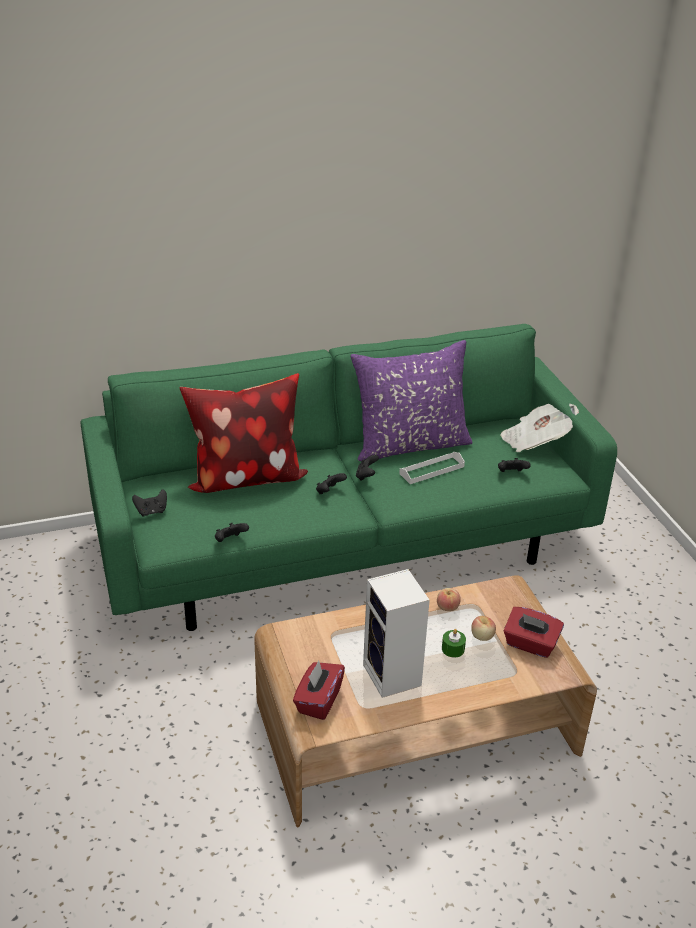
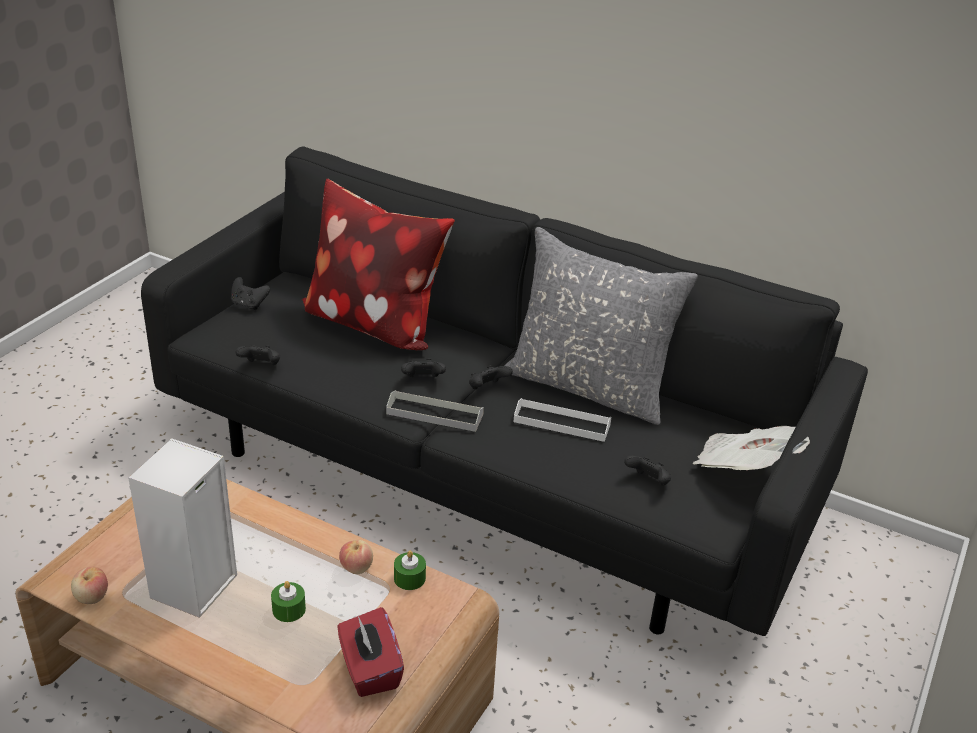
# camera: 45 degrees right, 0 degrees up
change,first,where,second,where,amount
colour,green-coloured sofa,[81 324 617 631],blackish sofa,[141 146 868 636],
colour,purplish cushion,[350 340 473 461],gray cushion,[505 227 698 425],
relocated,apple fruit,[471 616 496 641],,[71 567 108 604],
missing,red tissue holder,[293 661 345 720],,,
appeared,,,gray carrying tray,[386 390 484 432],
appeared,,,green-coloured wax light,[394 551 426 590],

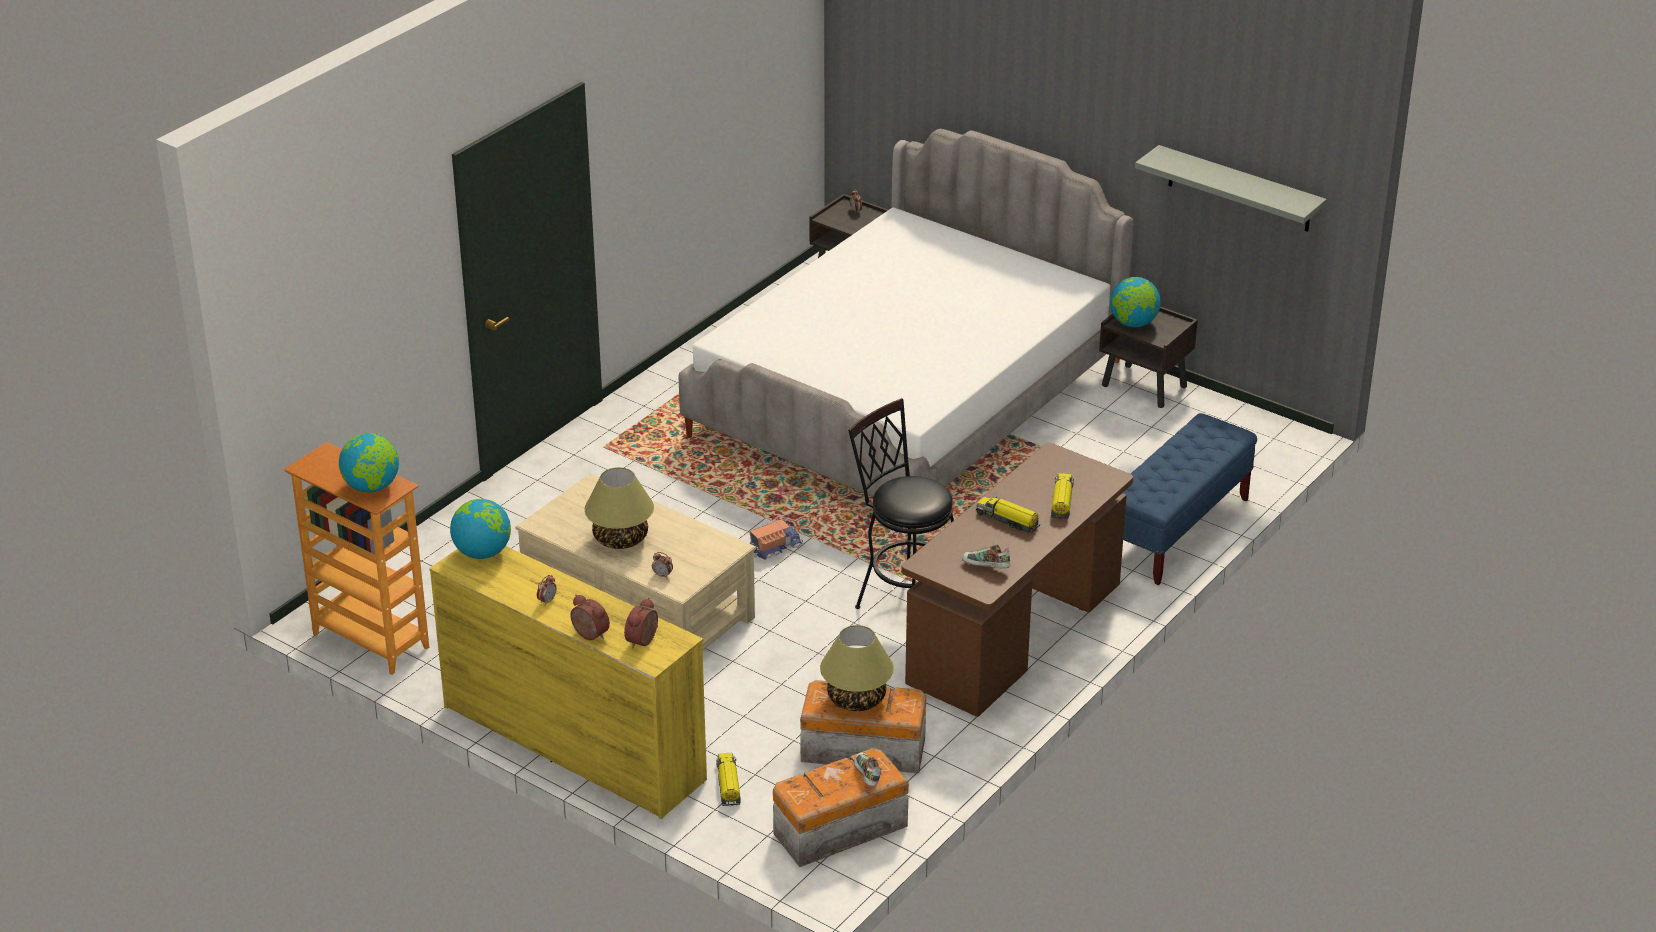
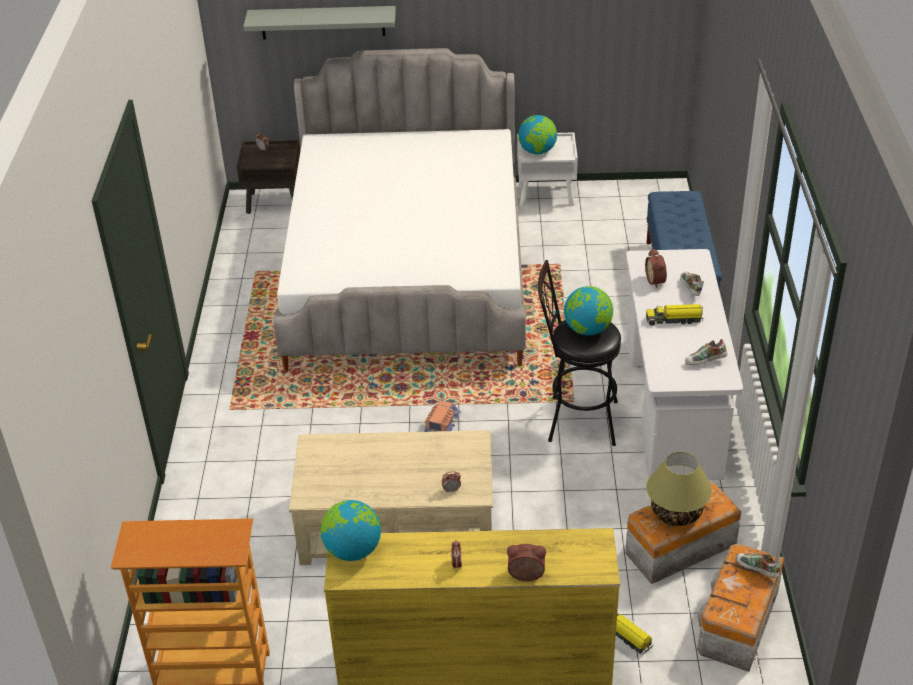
# camera: 35 degrees left, 5 degrees up
change,first,where,second,where,amount
relocated,gray shelf,[1135 145 1327 232],,[243 6 396 40],
colour,brown-coloured bedside table,[1099 306 1198 408],white bedside table,[517 132 578 207],
relocated,world globe,[339 433 399 493],,[564 286 613 335],
colour,brown-coloured desk,[901 443 1133 717],white desk,[626 249 743 480],
missing,lamp for a table,[584 467 654 549],,,
exchanged,model truck,[1051 473 1074 519],low shoe,[680 272 704 296],
relocated,table clock,[624 598 658 649],,[645 248 667 288],

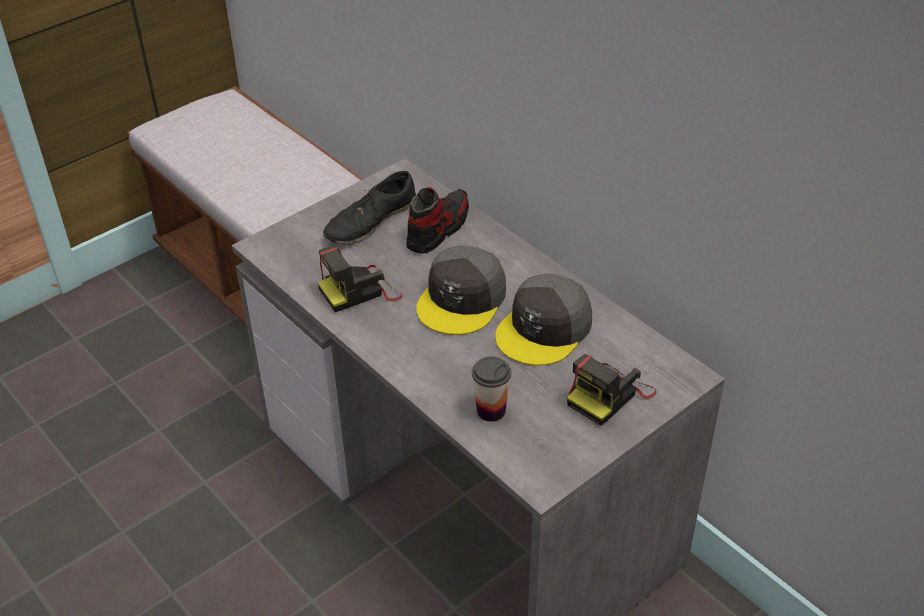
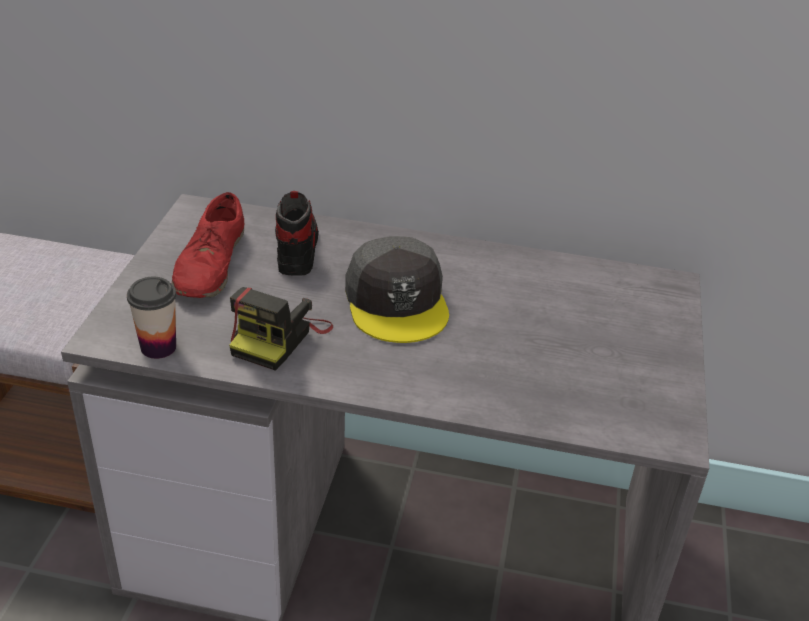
# camera: 40 degrees left, 5 degrees down
change,first,where,second,where,amount
colour,blackish low shoe,[323 171 416 245],red low shoe,[172 192 244 298],
missing,gray baseball cap,[495 273 592 366],,,
missing,photo camera,[567 354 657 426],,,
relocated,cup,[472 356 511 422],,[127 277 176 359],

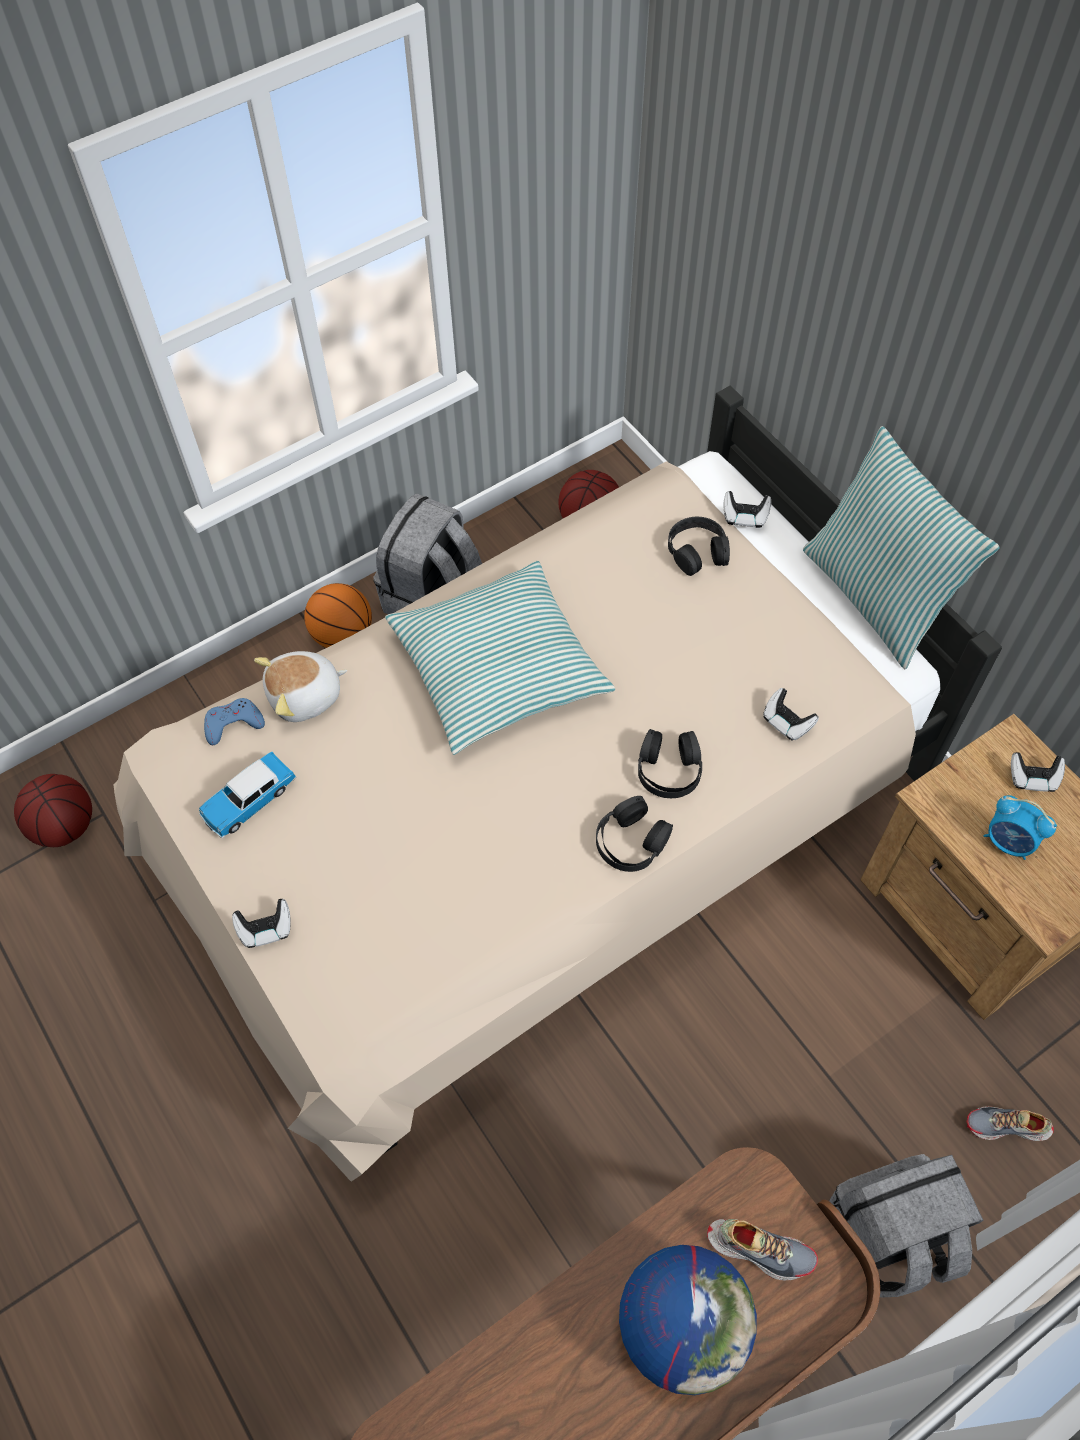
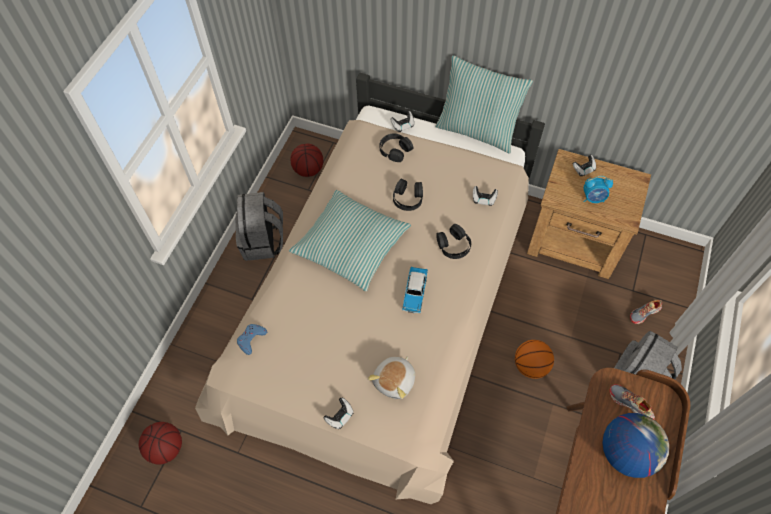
# camera: 35 degrees left, 0 degrees up
change,first,where,second,where,amount
relocated,ball for basketball,[304 583 372 648],,[515 340 554 379],
relocated,cuddly toy,[254 651 348 722],,[368 356 415 399],
relocated,toy car,[199 752 296 838],,[402 266 428 313],
relocated,blackish headset,[596 796 673 872],,[393 178 423 211],
spun,low shoe,[707 1219 818 1280],,[609 384 655 419],120 degrees counterclockwise

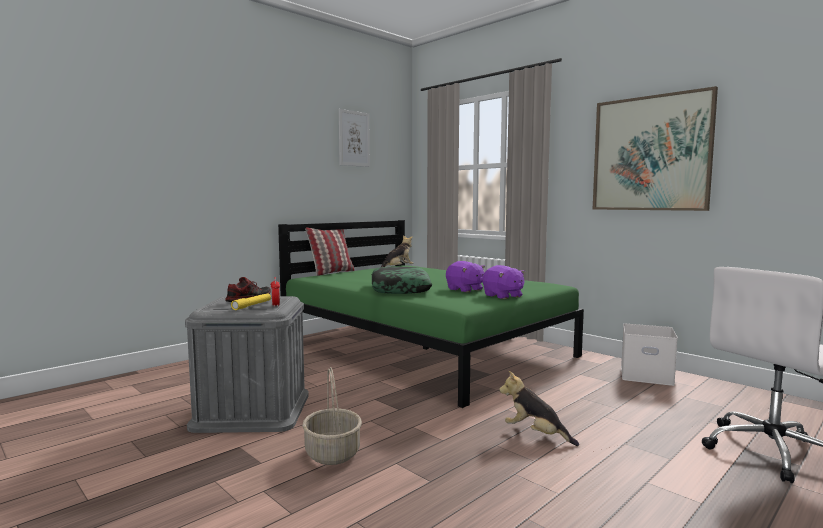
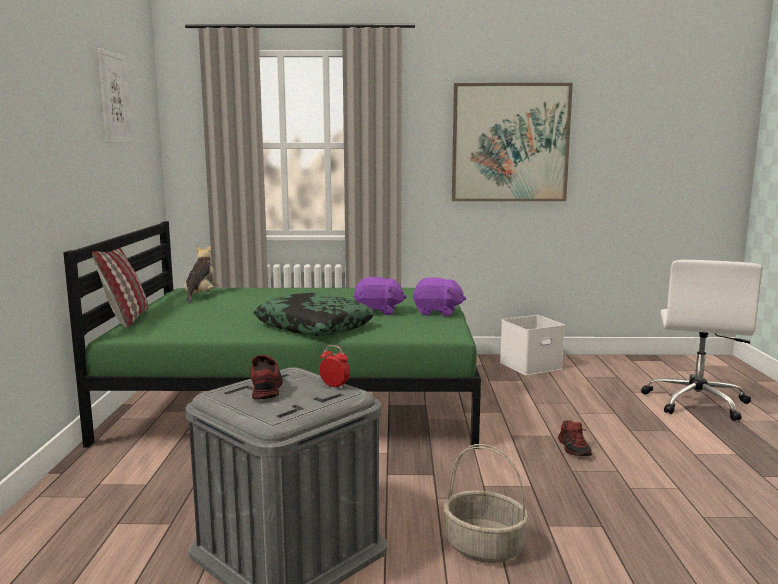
# camera: 45 degrees left, 5 degrees up
change,first,where,second,where,amount
missing,yellow torch,[231 294 271 310],,,
exchanged,cuddly toy,[499 371 579 446],low shoe,[558 420 592 456],

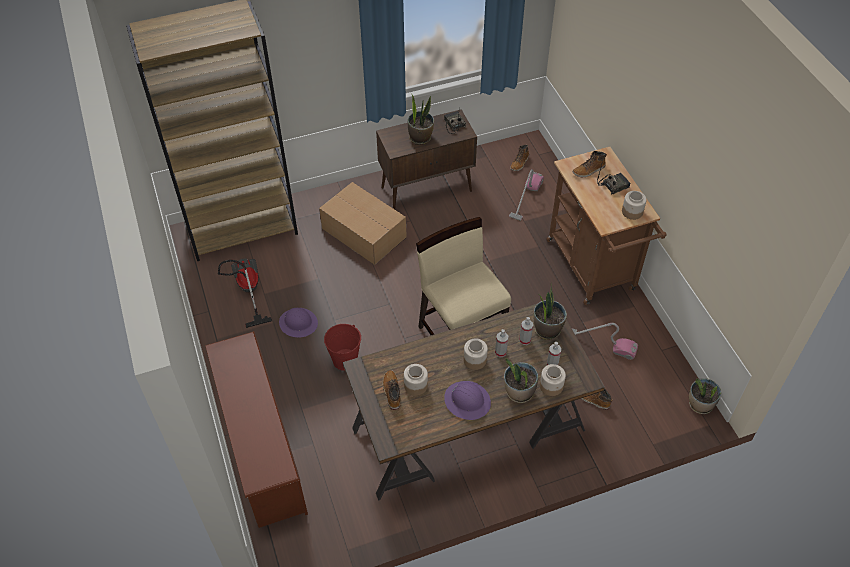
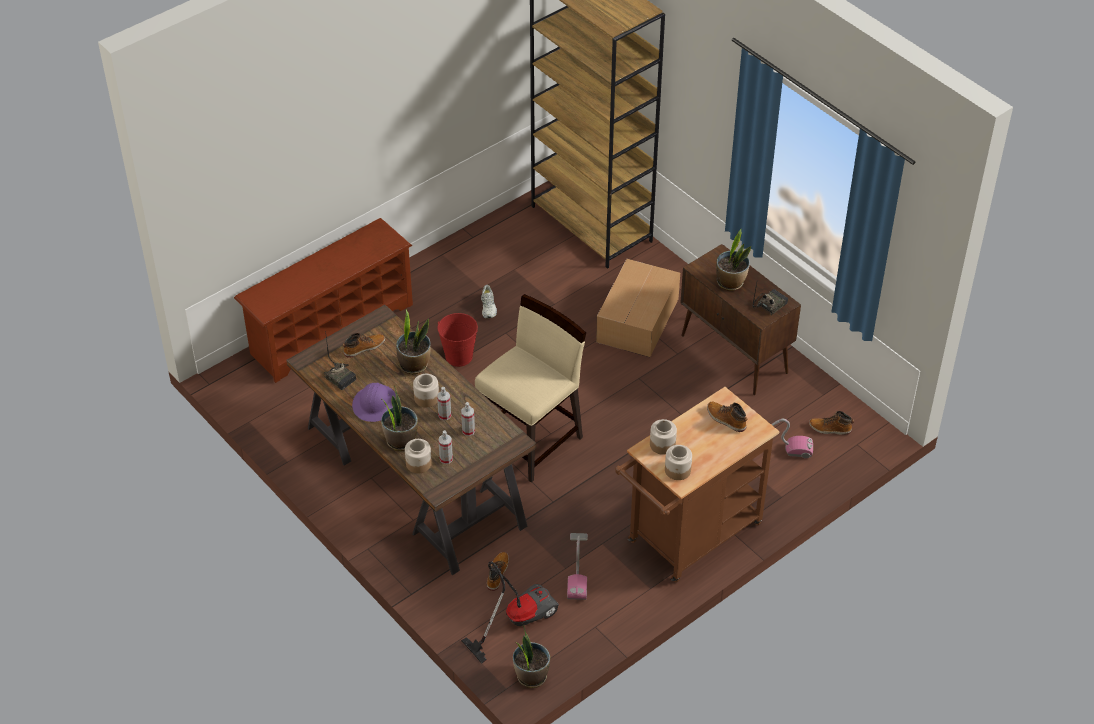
# camera: 70 degrees right, 5 degrees down
change,first,where,second,where,amount
relocated,radio set,[597 161 630 195],,[324 331 356 390],
relocated,vacuum cleaner,[218 258 272 328],,[461 562 559 664],
relocated,plant in a pot,[533 284 567 340],,[396 310 431 374],
exchanged,purplish work helmet,[279 308 318 337],white low shoe,[481 285 497 318],
relocated,storage jar,[404 364 428 396],,[650 419 677 455],

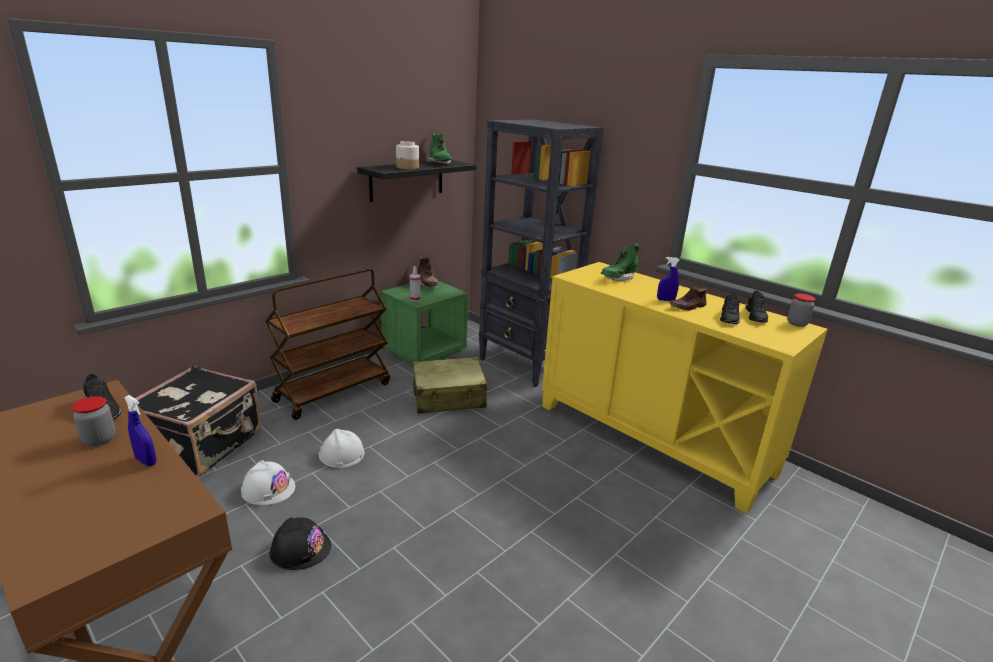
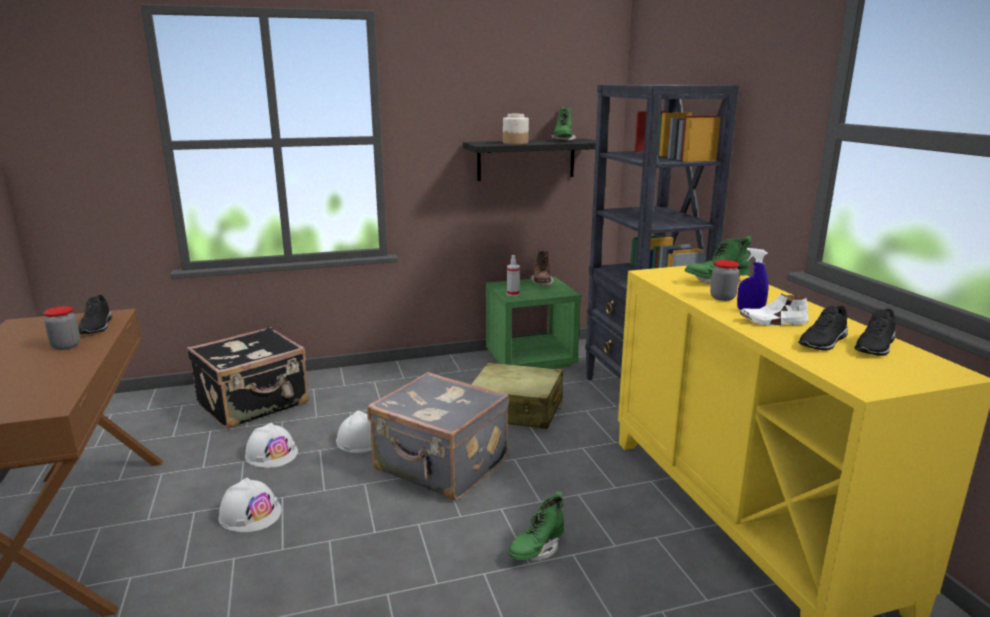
# camera: 30 degrees right, 5 degrees down
change,first,where,second,where,amount
missing,brown-coloured cart,[265 269 390 420],,,
colour,brown-coloured low shoe,[669 287 707 310],white low shoe,[739 294 809 326],
relocated,storage jar,[787 294 815 327],,[710 260 739 301],
missing,blue-coloured hand sprayer,[124 395 157 466],,,
colour,blackish work helmet,[269 517 331 570],white work helmet,[219 478 282 532],
appeared,,,gray piece of luggage,[367 372 509 500],
appeared,,,green-coloured boot,[508 491 565 561],

